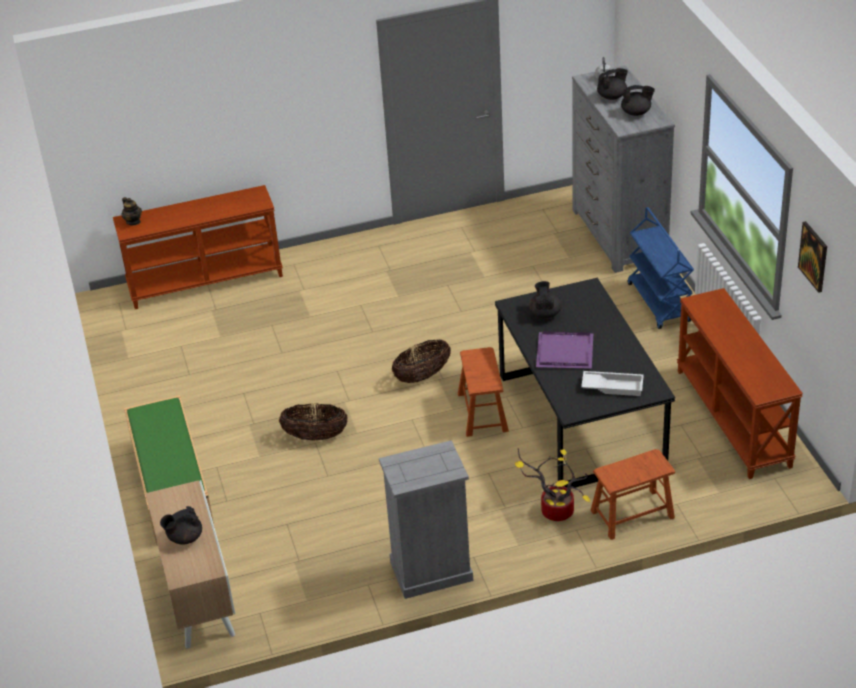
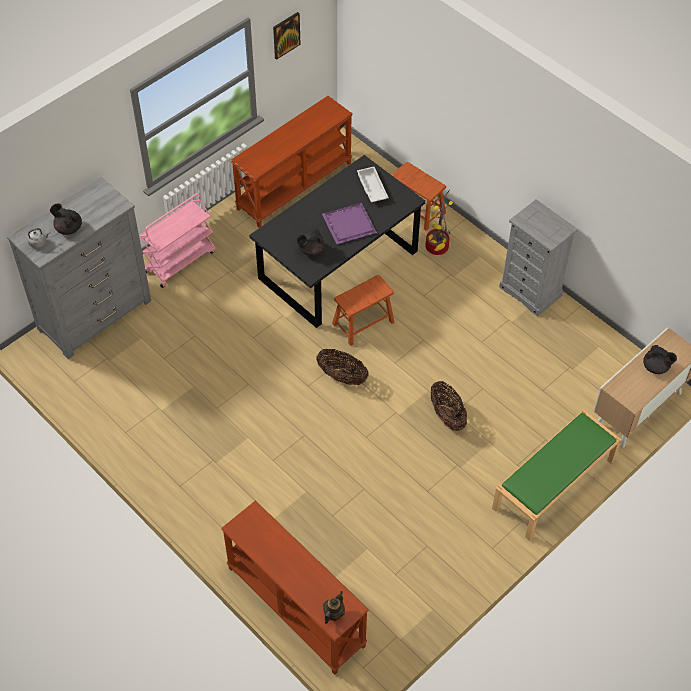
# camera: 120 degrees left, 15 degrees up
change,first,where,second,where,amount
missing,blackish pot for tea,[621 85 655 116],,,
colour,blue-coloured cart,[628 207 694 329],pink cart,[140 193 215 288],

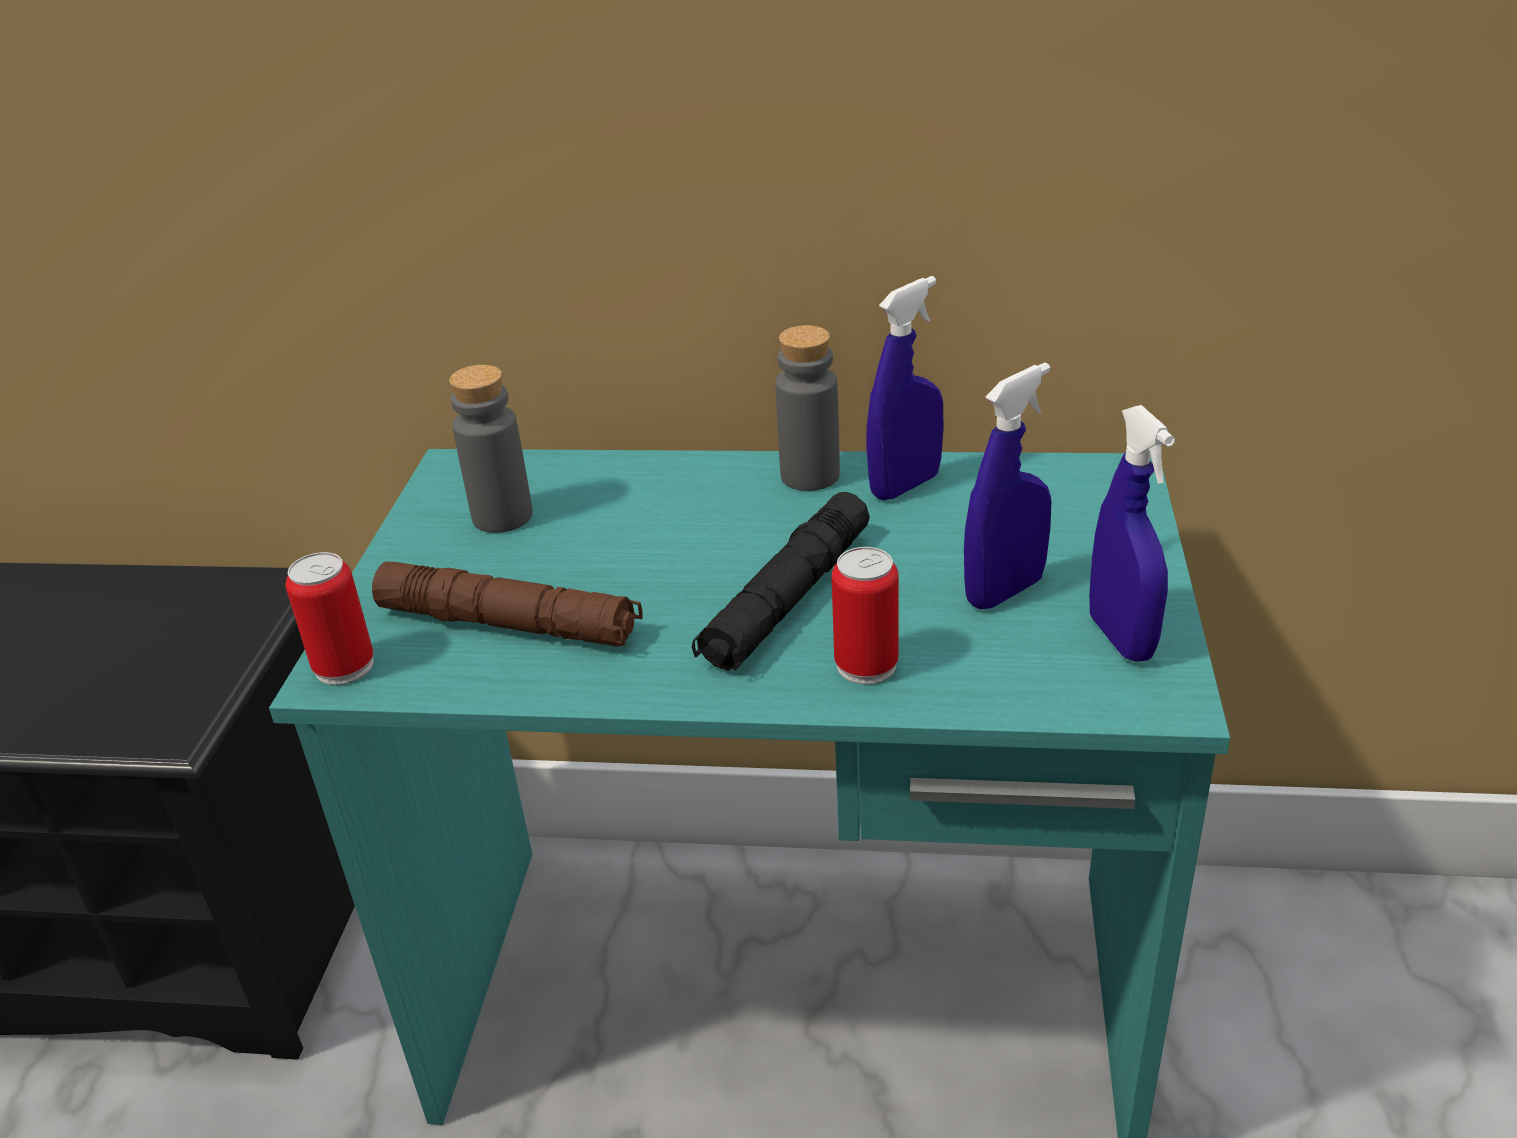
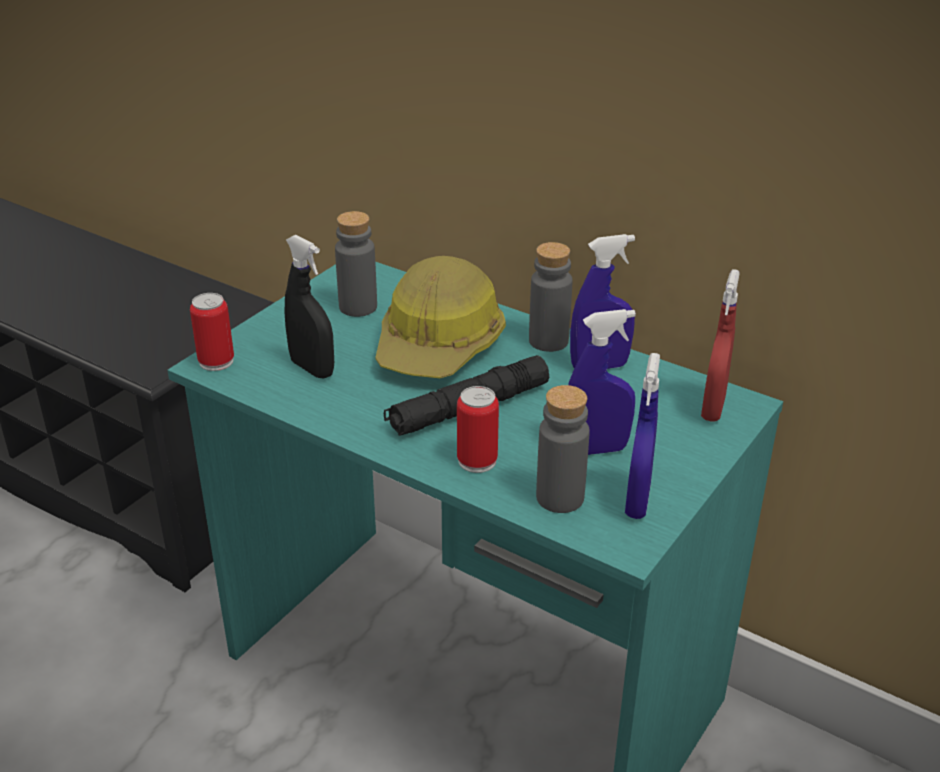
# camera: 25 degrees right, 0 degrees up
change,first,where,second,where,amount
exchanged,brown-coloured torch,[372 562 643 647],blackish hand sprayer,[284 235 334 379],
appeared,,,work helmet,[375 256 506 378],
appeared,,,red hand sprayer,[701 269 740 422],
appeared,,,gray drink bottle,[536 385 590 513],

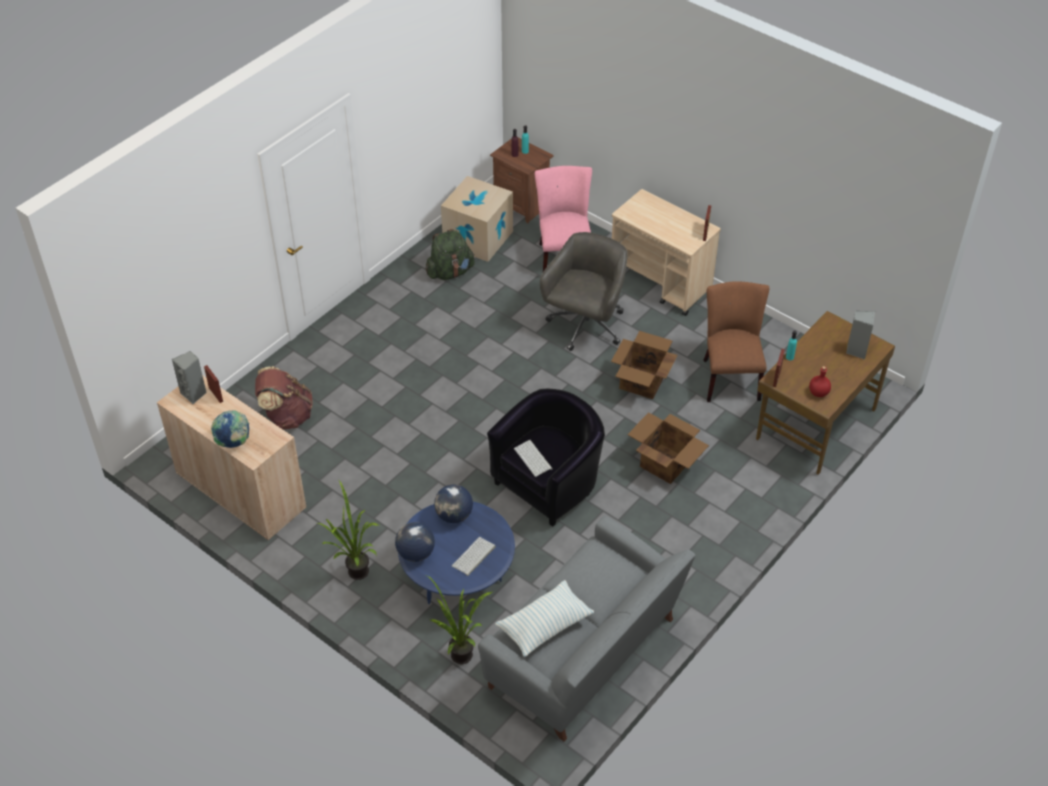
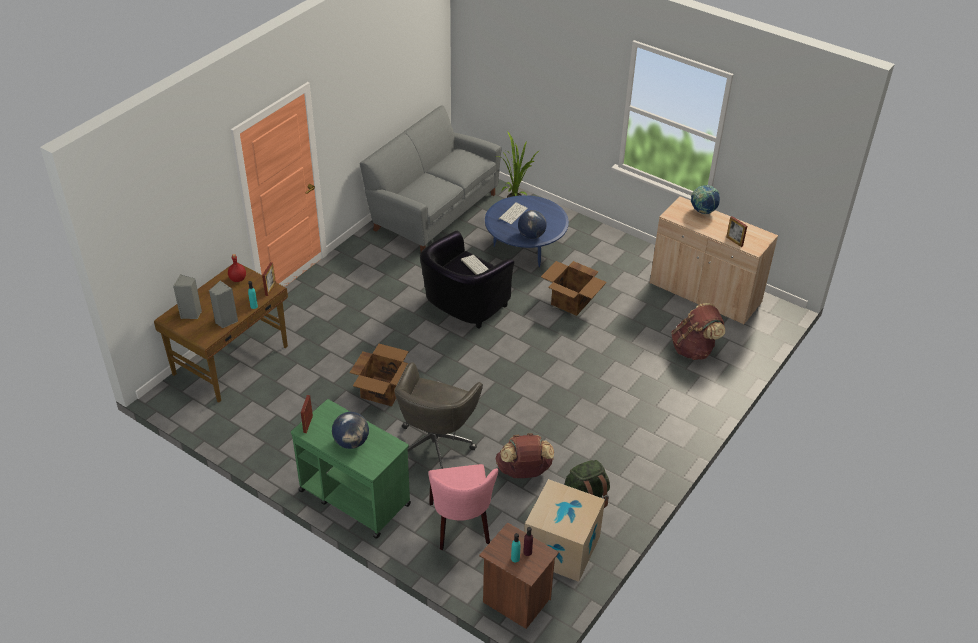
# camera: 175 degrees right, 5 degrees down
change,first,where,second,where,amount
colour,sand-coloured cart,[612 189 721 316],green-coloured cart,[291 399 411 539],
missing,brown-coloured plain chair,[703 281 769 402],,,
relocated,gray speaker,[172 351 207 404],,[209 280 238 328],
relocated,carton,[628 412 709 484],,[541 261 607 316],
missing,plant in a pot,[318 479 381 580],,,
relocated,world globe,[395 522 435 562],,[332 412 369 449],
missing,cushion,[495 580 594 657],,,
appeared,,,brown-coloured backpack,[496 433 554 478],

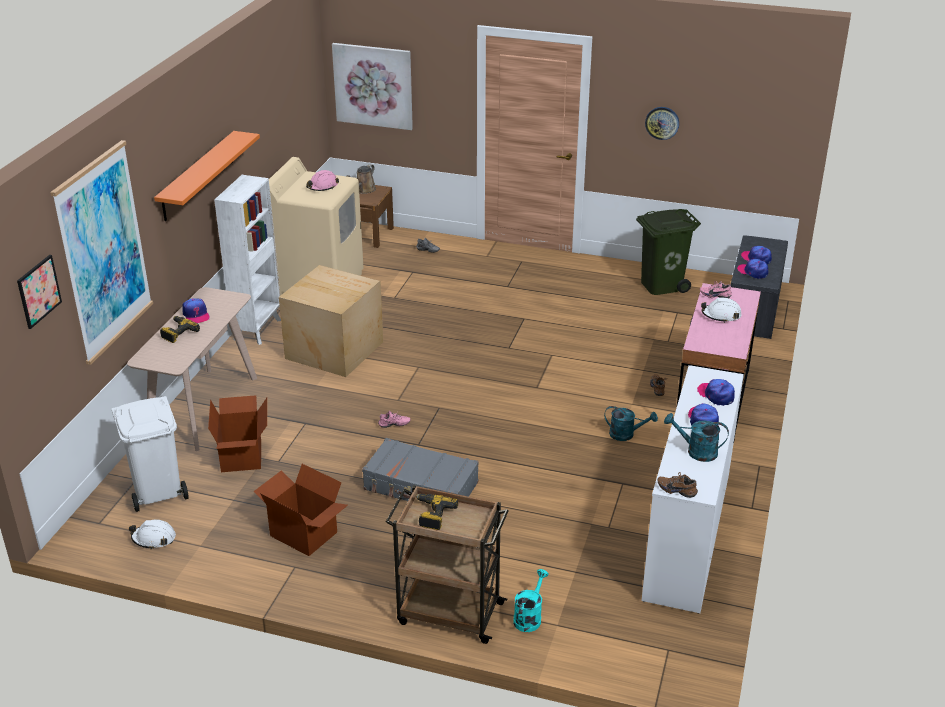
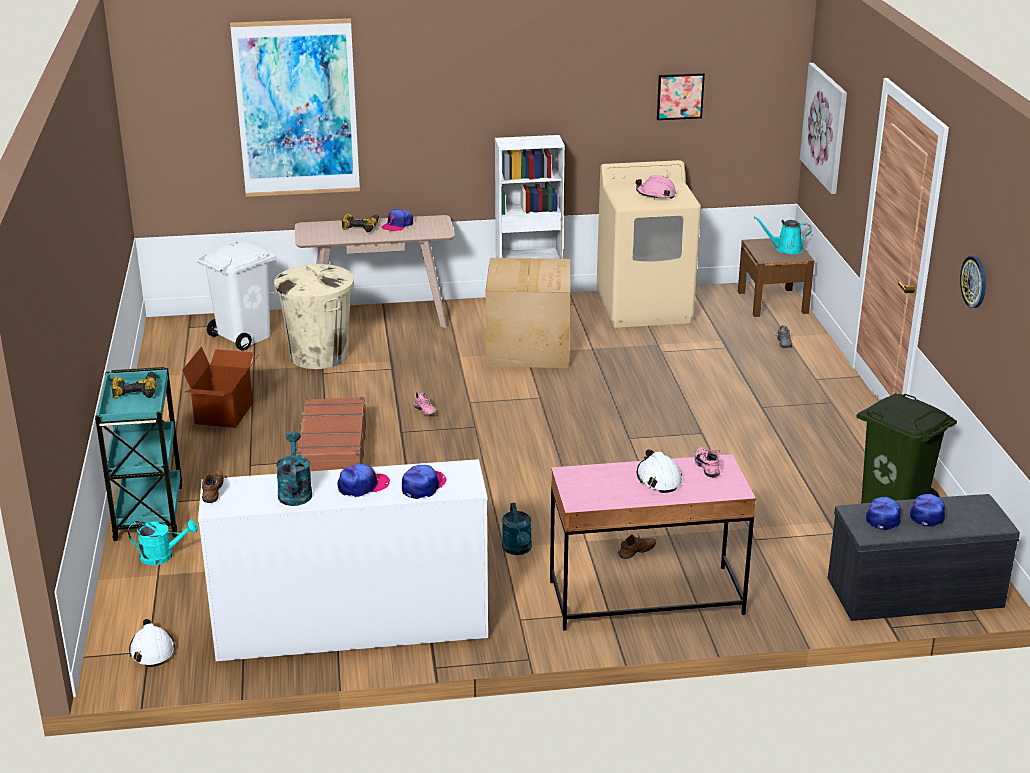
# camera: 65 degrees right, 5 degrees down
change,first,where,second,where,amount
missing,orange shelf,[154 131 260 221],,,
colour,brown-coloured watering pot,[347 164 376 194],turquoise watering pot,[754 217 812 254],
relocated,wall picture,[17 255 62 329],,[657 73 705 120],
exchanged,carton,[208 395 267 472],sand-coloured trash can,[274 264 354 369],
colour,gray piece of luggage,[362 438 479 501],brown-coloured piece of luggage,[296 397 366 471],
colour,brown-coloured cart,[386 485 508 644],turquoise cart,[95 367 183 541],
relocated,white work helmet,[129 519 176 550],,[129 619 175 667],

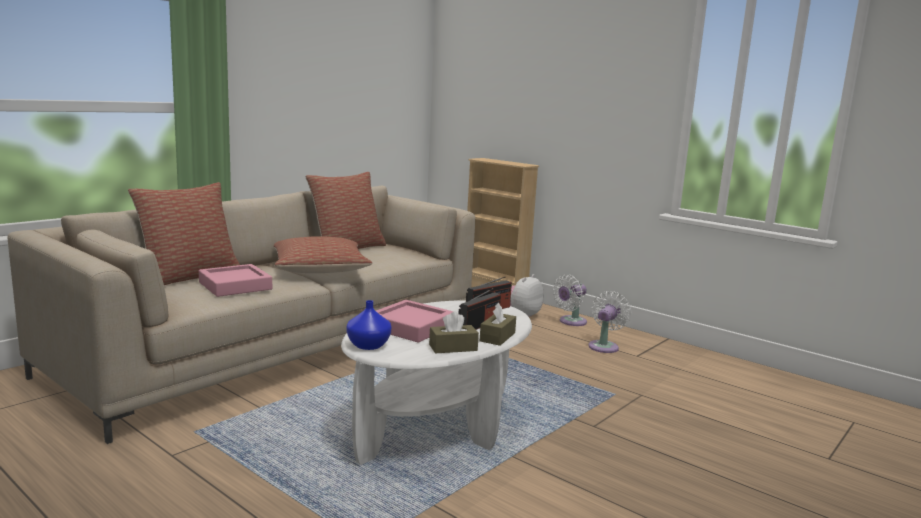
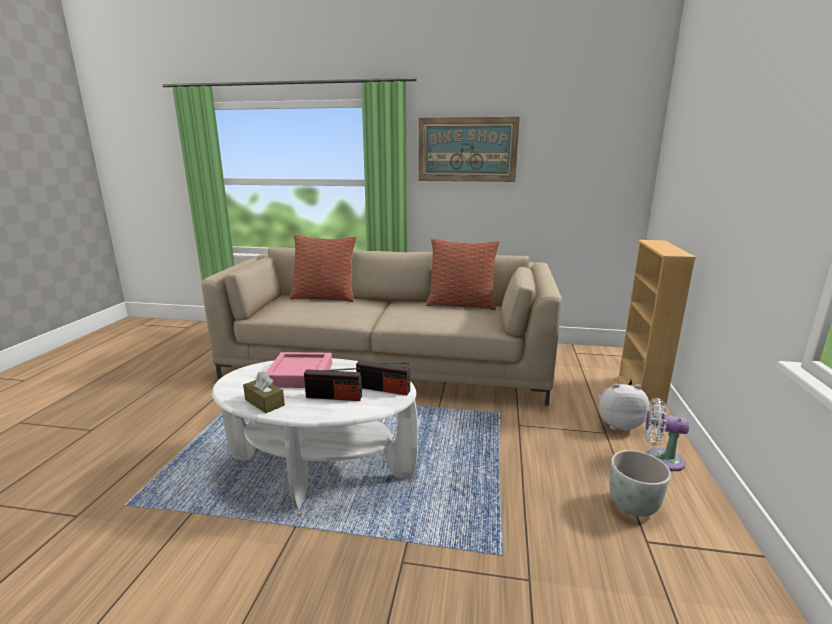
# camera: 60 degrees right, 5 degrees up
change,first,where,second,where,amount
missing,cushion,[274 236 372 273],,,
missing,pink carrying tray,[199 264 272 297],,,
exchanged,white fan,[588 291 631 353],gray plant pot,[609 450 671 517],
missing,blue-coloured flower vase,[346 300 391 350],,,
missing,brown-coloured tissue holder,[480 302 516 346],,,
appeared,,,wall picture,[419 117 520 182],

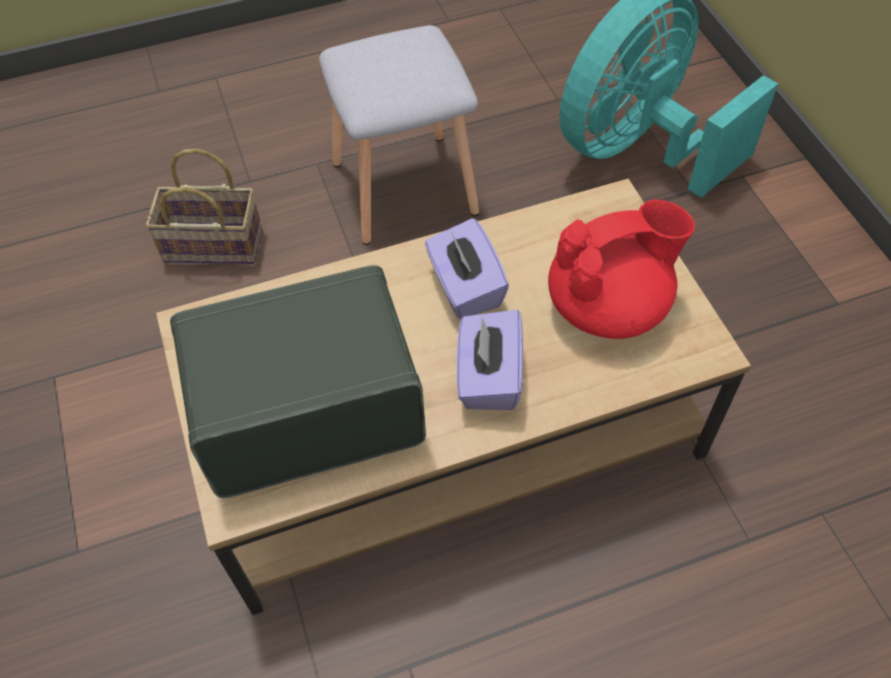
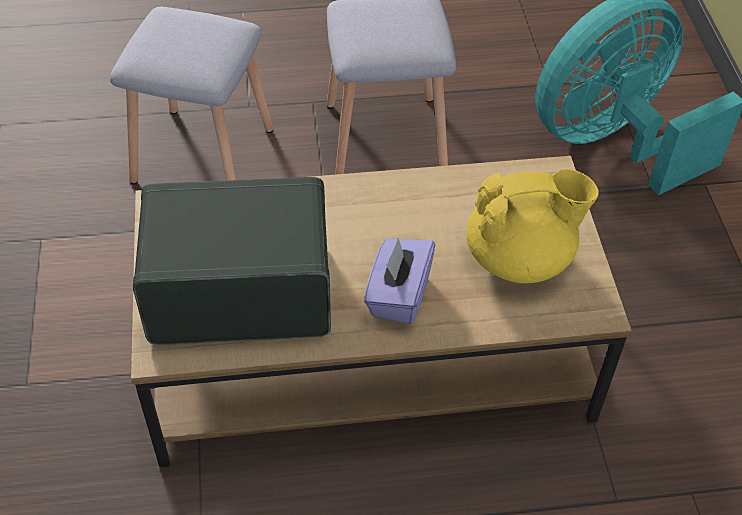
# camera: 10 degrees right, 5 degrees down
change,first,where,second,where,amount
exchanged,household basket,[145 148 262 264],gray stool seat,[110 7 273 184],
colour,red pot for tea,[548 199 695 339],yellow pot for tea,[467 169 599 283],
missing,purplish tissue holder,[425 218 509 319],,,

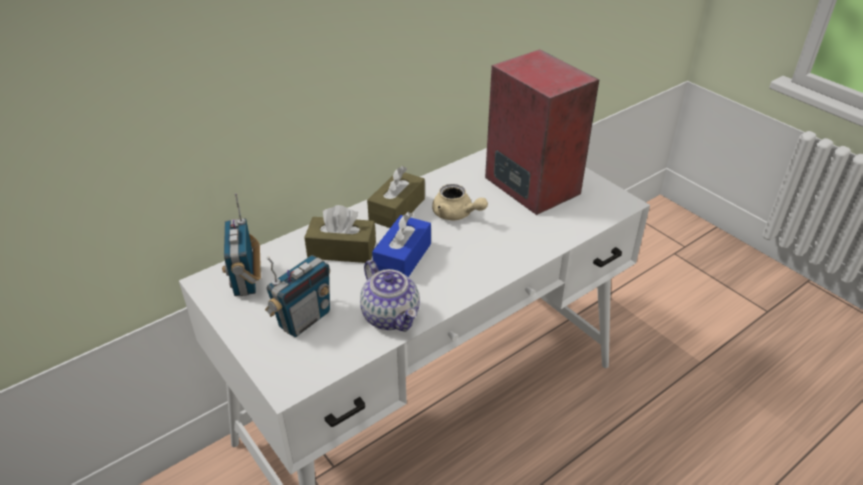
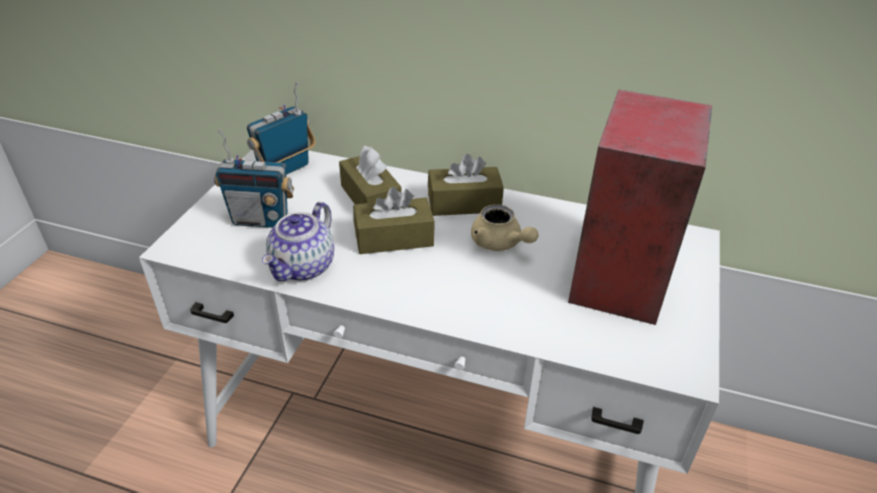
# camera: 55 degrees right, 0 degrees up
change,first,where,second,where,amount
spun,sand-coloured pot for tea,[432 184 488 220],,[471 204 539 251],45 degrees counterclockwise
colour,blue-coloured tissue holder,[372 212 431 277],brown-coloured tissue holder,[353 187 435 254],

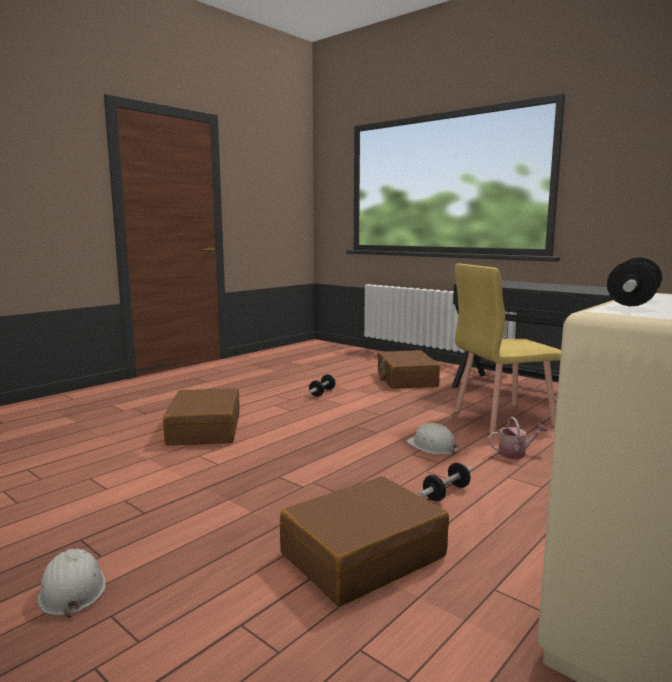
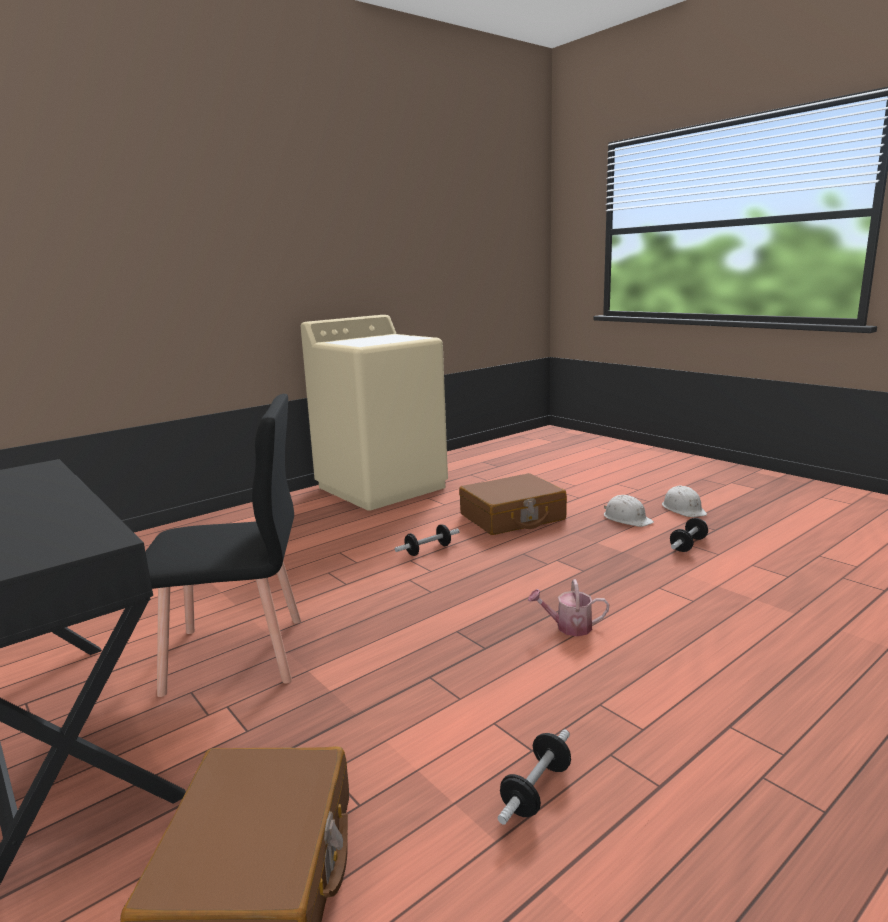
# camera: 170 degrees left, 5 degrees up
change,first,where,second,where,amount
relocated,dumbbell,[607 257 662 306],,[670 518 708 552],
colour,yellow plain chair,[455 263 561 433],blackish plain chair,[145 394 301 697],
missing,brown-coloured piece of luggage,[163 388 240 446],,,
relocated,watering pot,[488 417 547 459],,[528 579 609 636],
relocated,white work helmet,[406 423 459 455],,[604 495 654 527],

